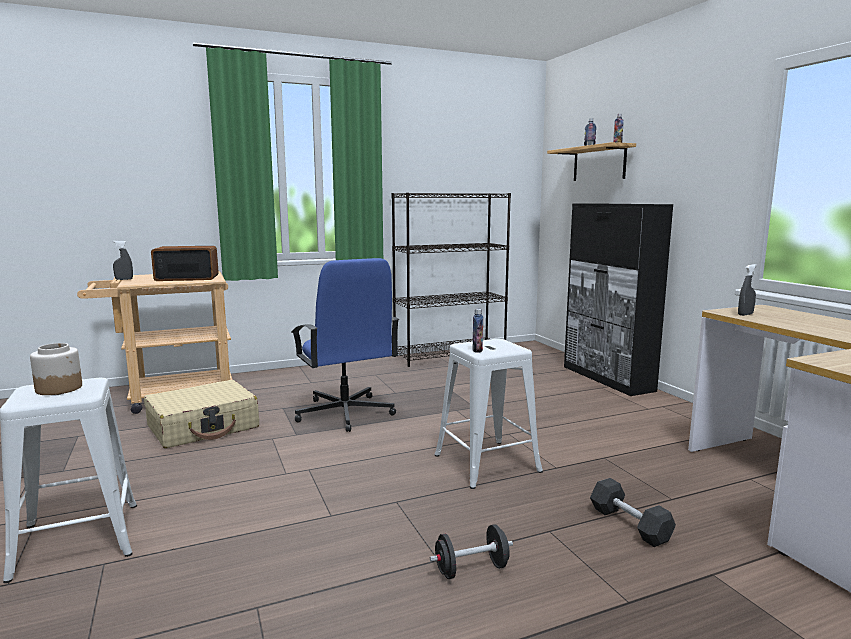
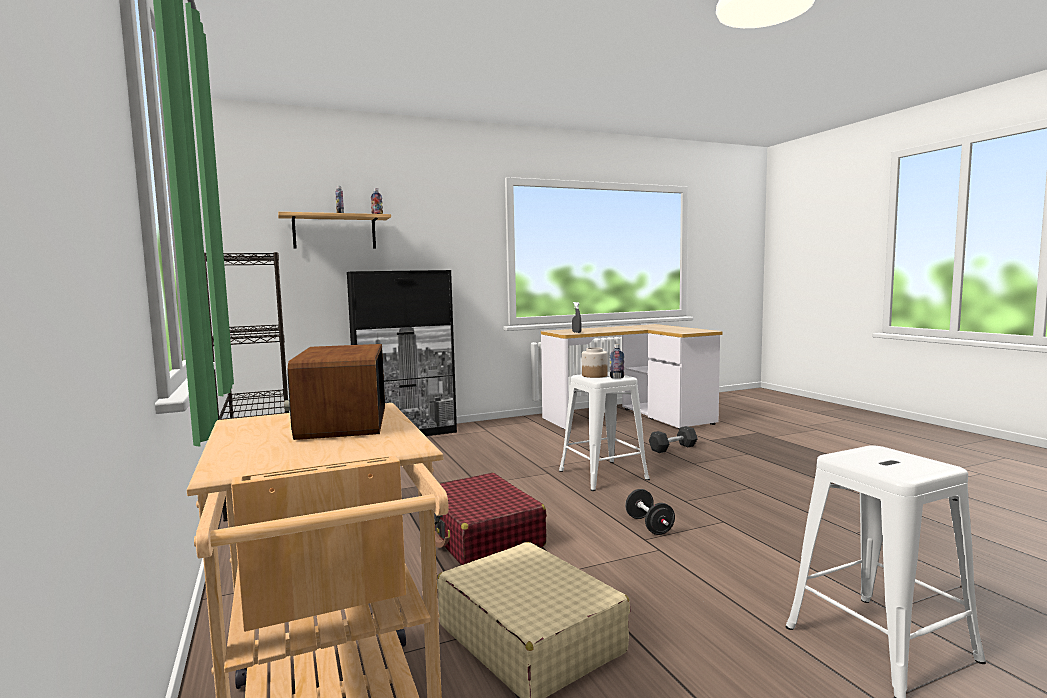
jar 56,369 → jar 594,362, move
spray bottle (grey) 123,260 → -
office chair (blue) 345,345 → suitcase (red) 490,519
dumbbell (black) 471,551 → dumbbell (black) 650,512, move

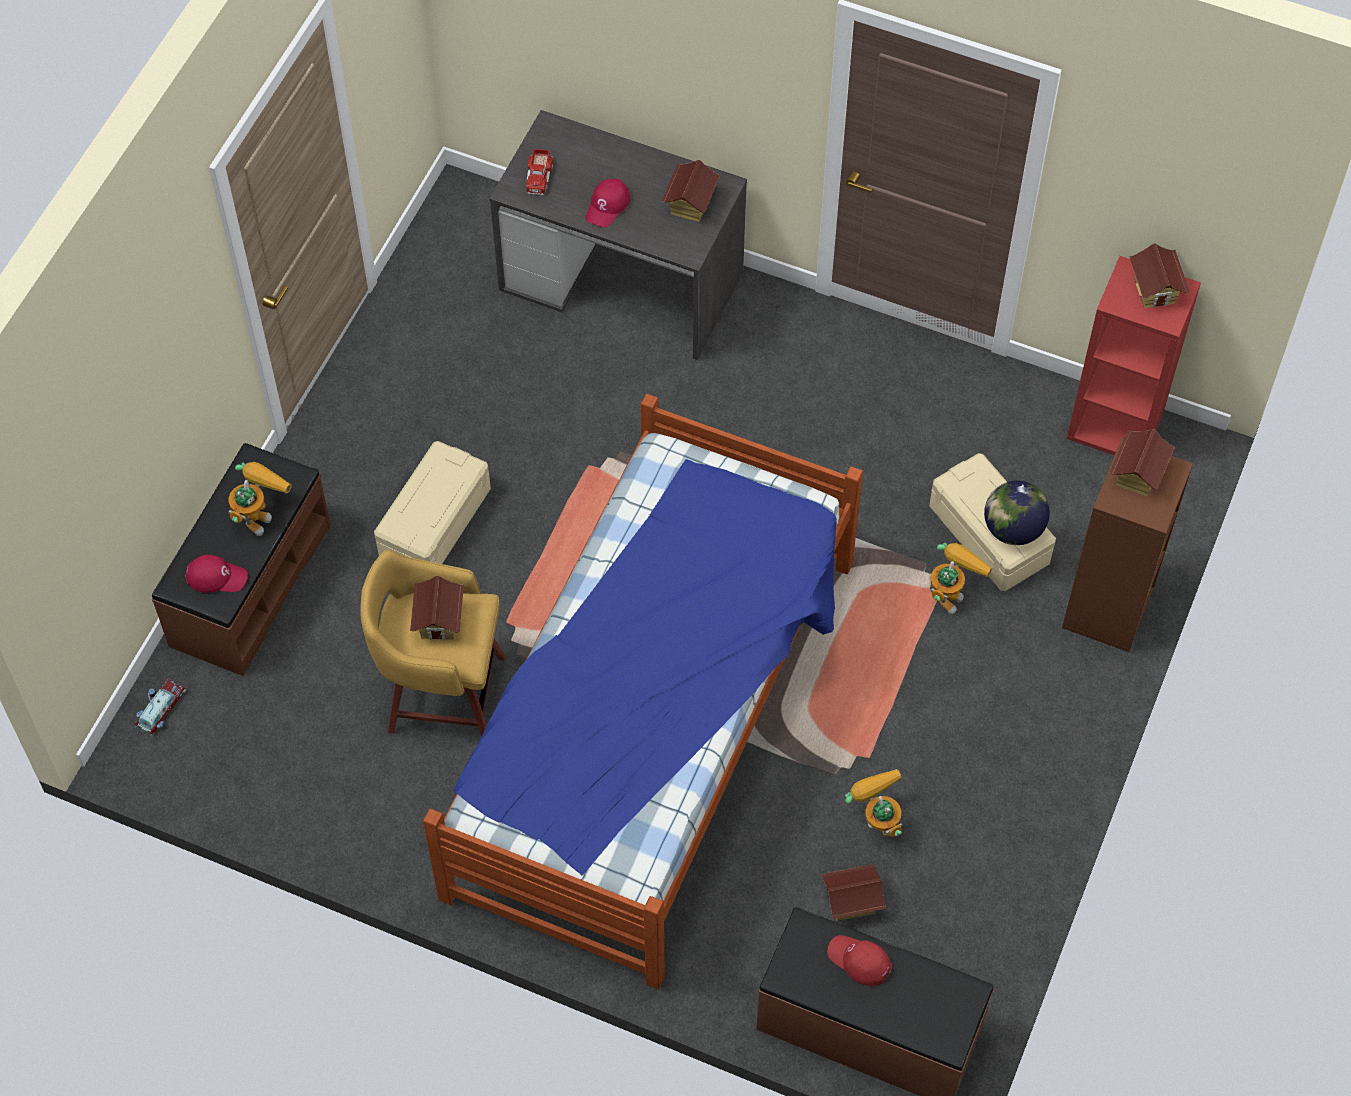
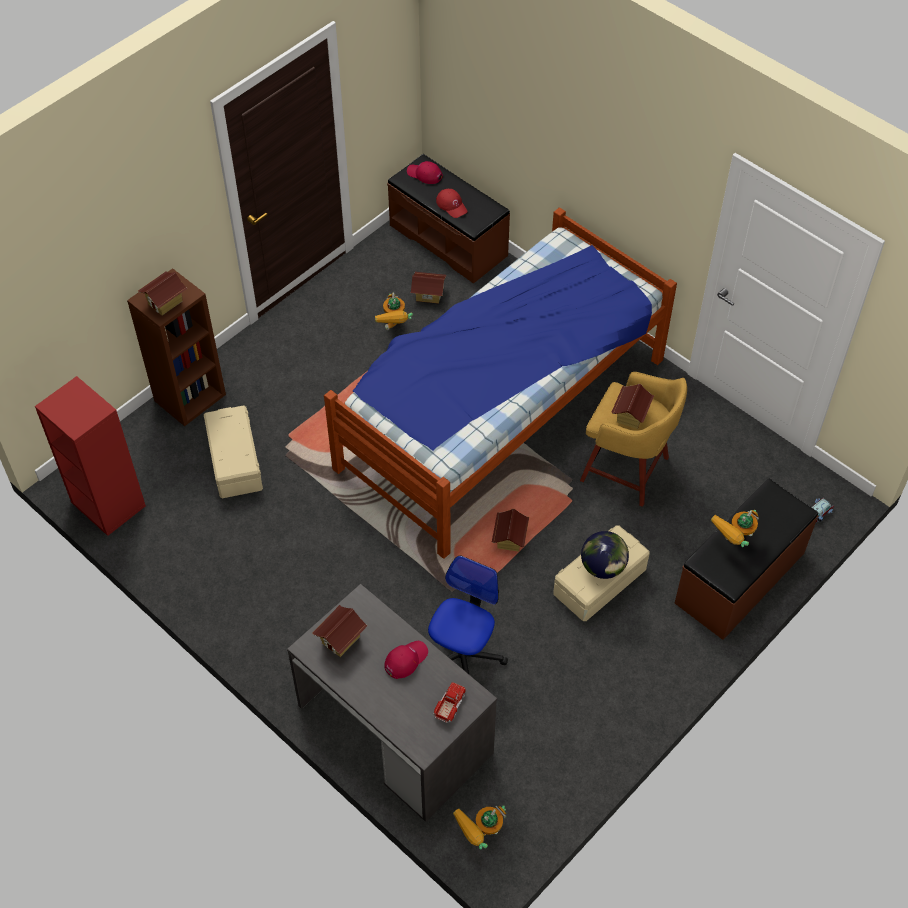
cap (red) 216,574 → cap (red) 425,172, move
toy robot 961,579 → toy robot 479,827, move
globe 1017,512 → globe 605,555, move
toy house 1159,275 → toy house 510,530, move
- → office chair 468,615

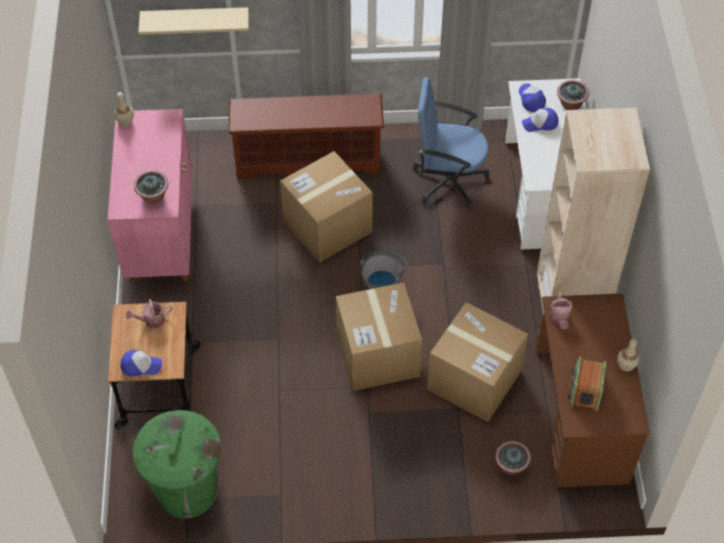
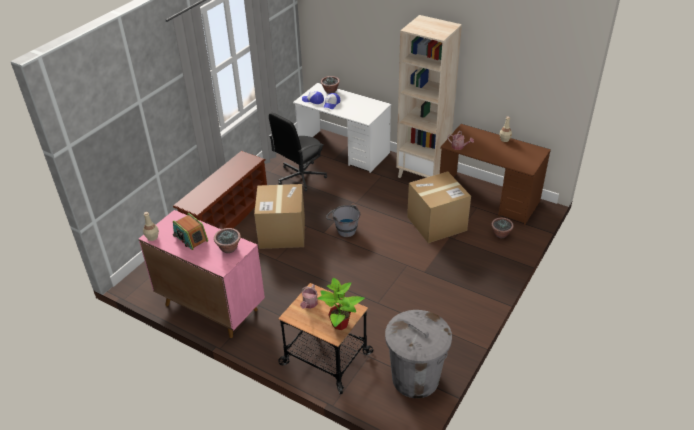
cap 141,363 → potted plant 341,303
trash can (green) 177,464 → trash can (grey) 418,354
shelf (beige) 194,21 → -
cardboard box 379,337 → -
office chair (blue) 451,143 → office chair (black) 298,152
radio 586,384 → radio 190,231, move

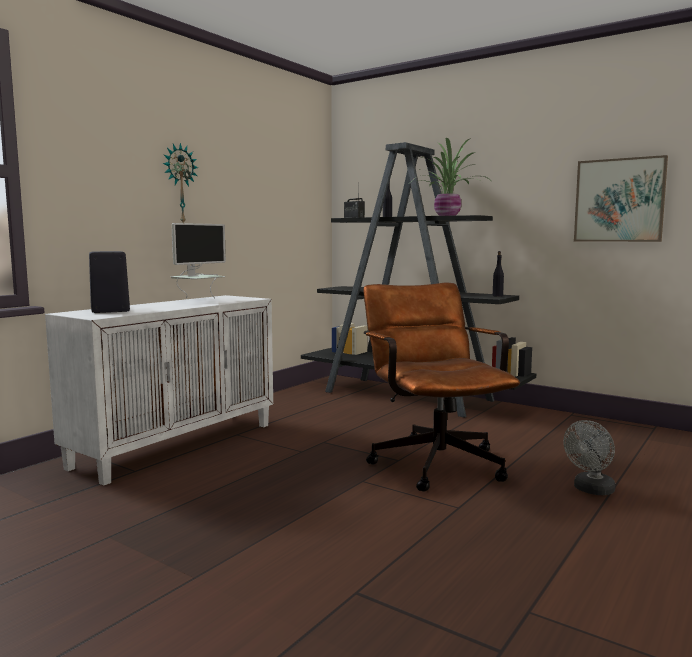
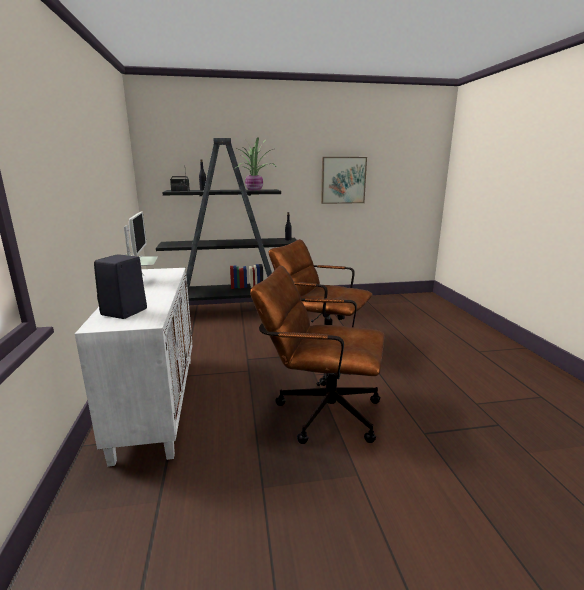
wall clock 180,183 → -
fan (grey) 589,457 → -
- → office chair (brown) 317,355

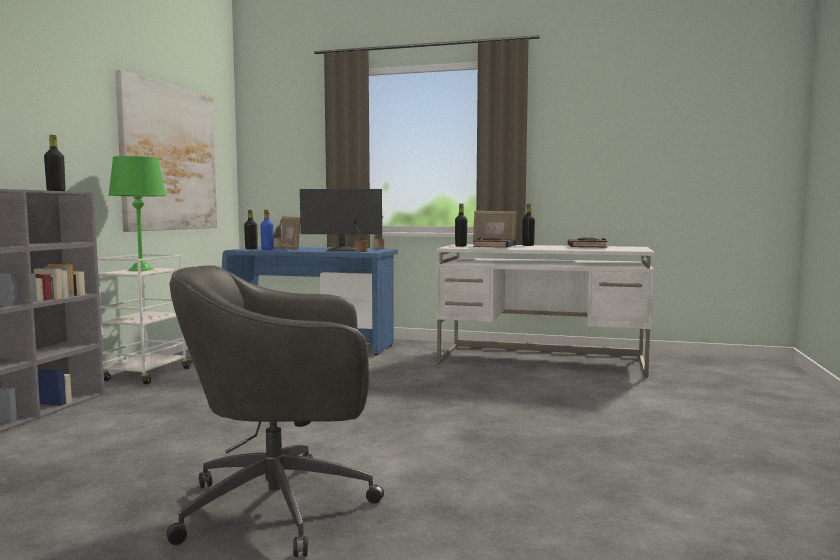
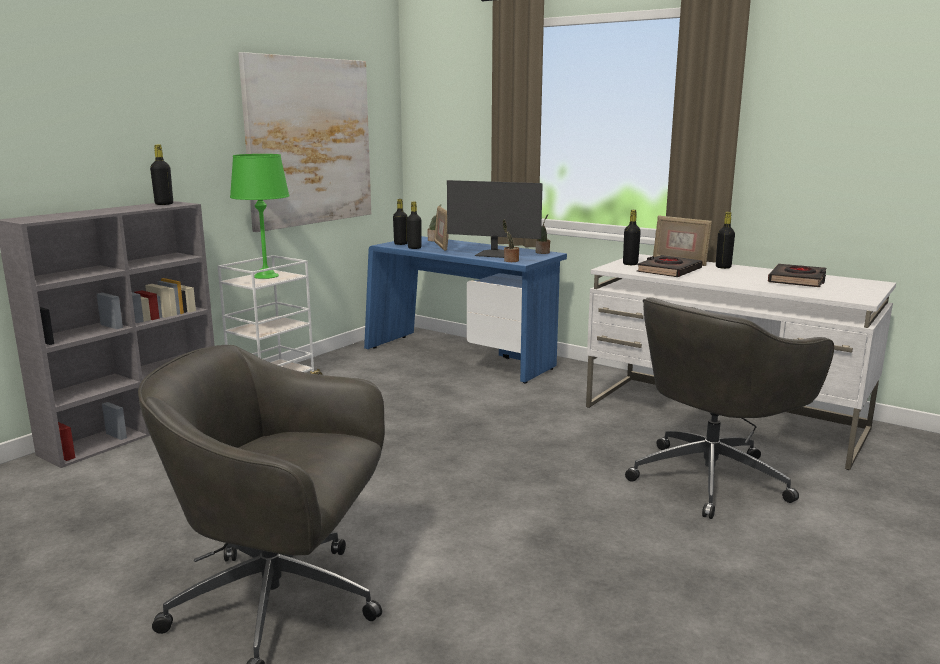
bottle (blue) 267,230 → bottle (black) 414,225
- → office chair (grey) 729,408

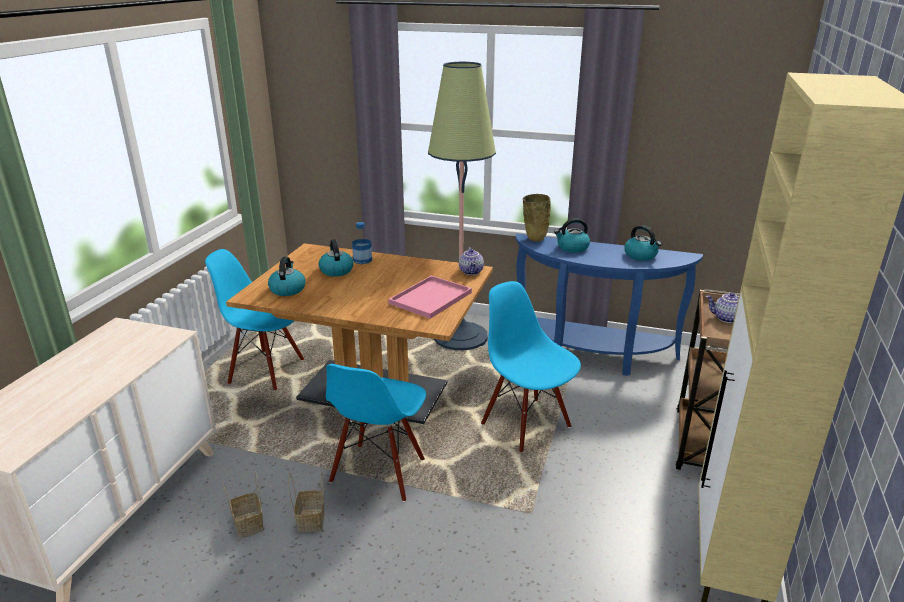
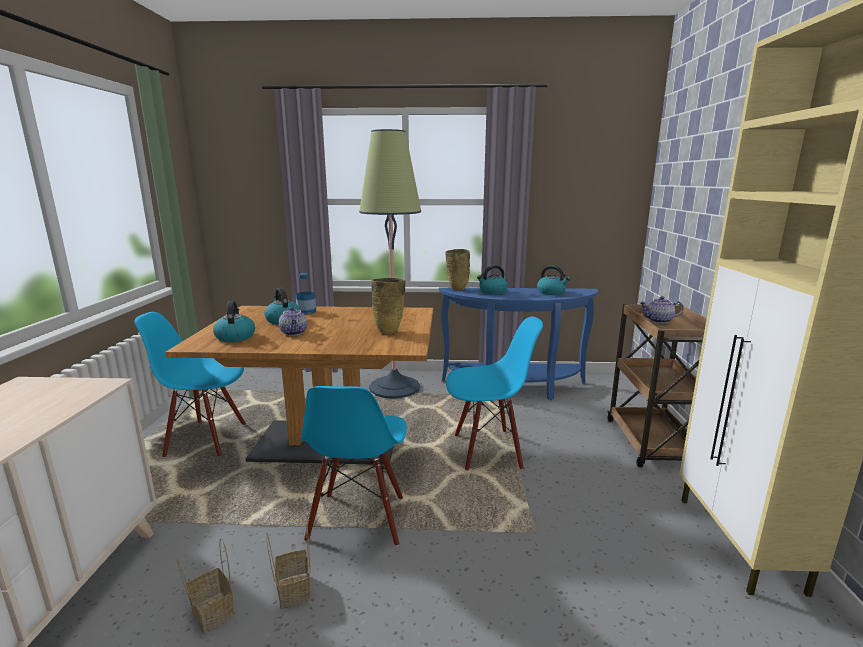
tray (pink) 430,297 → vase (beige) 388,306
teapot 471,261 → teapot 293,321, move
chair (blue) 531,366 → chair (blue) 494,393, 135 degrees clockwise

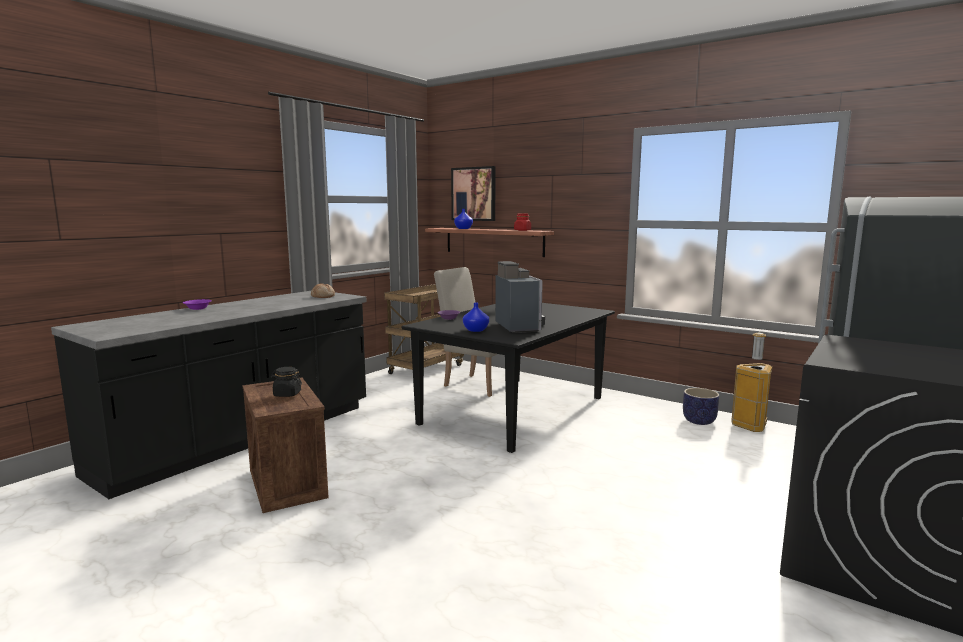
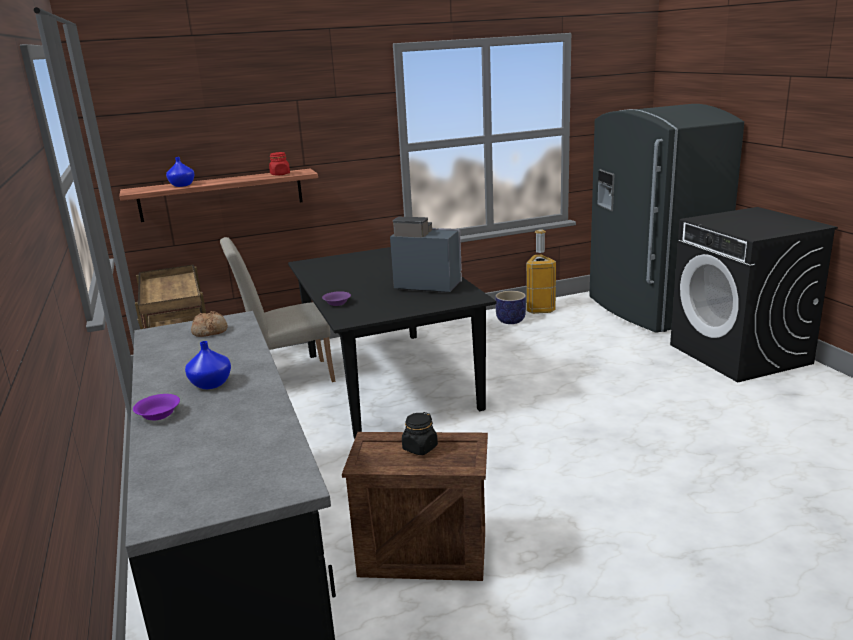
picture 473,193 → -
vase (blue) 476,317 → vase (blue) 208,365, move

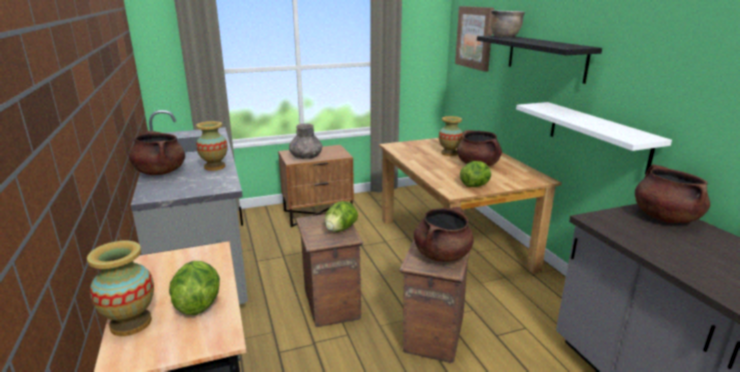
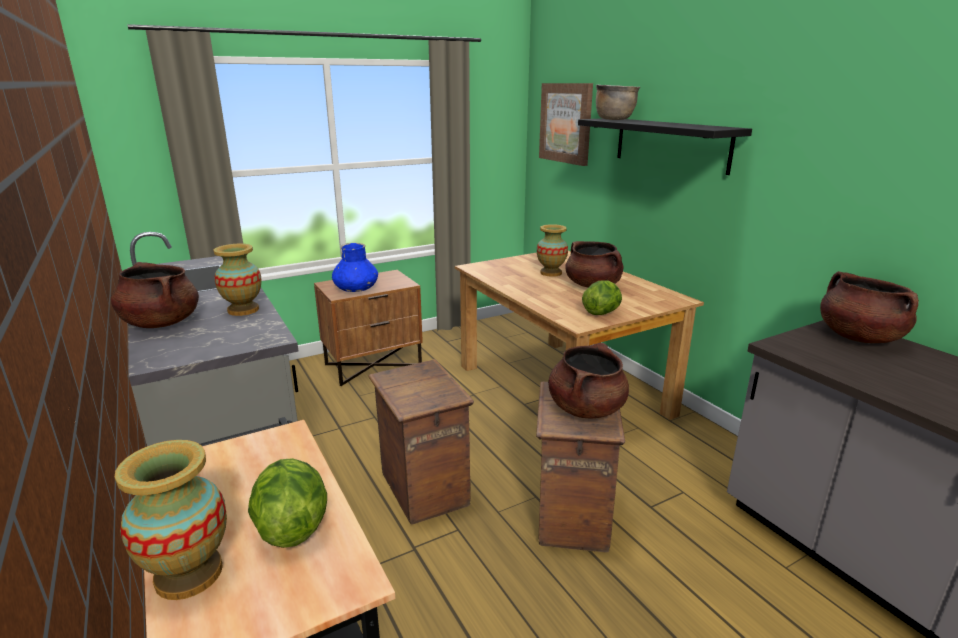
vase (grey) 305,141 → vase (blue) 355,267
lettuce 341,216 → -
shelf (white) 594,138 → -

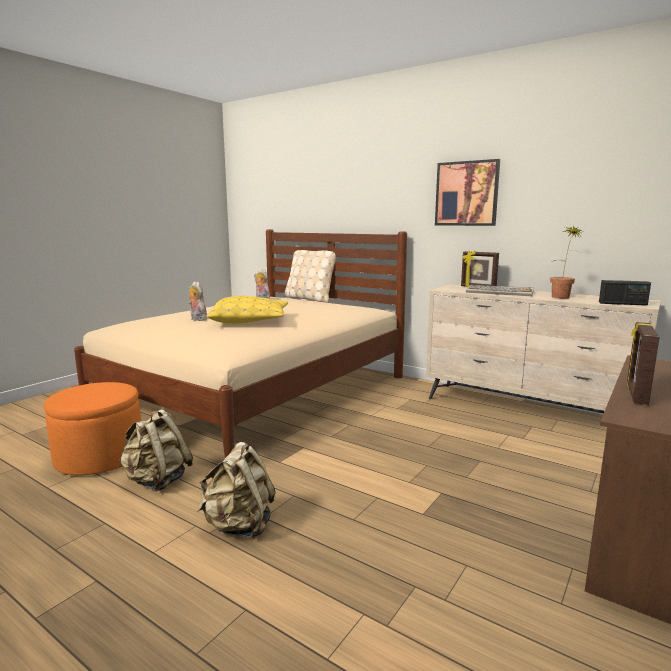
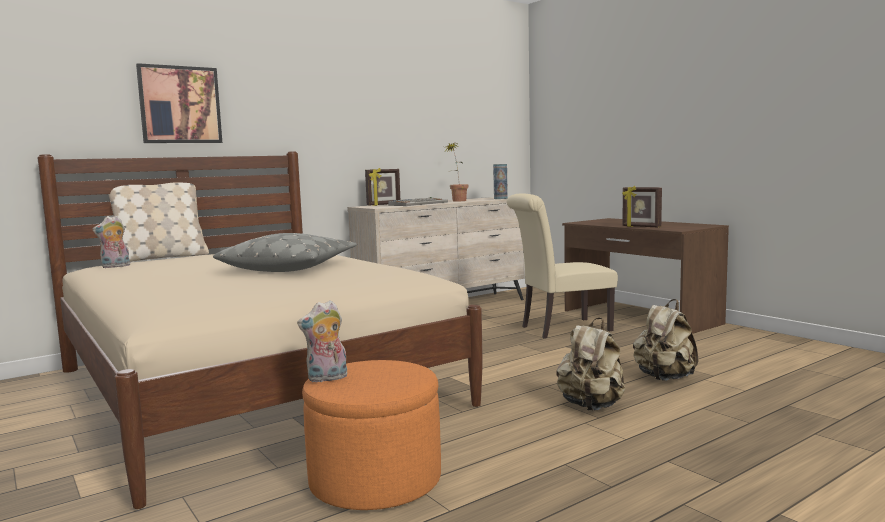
backpack (beige) 156,450 → backpack (beige) 665,340, move
plush toy 198,301 → plush toy 322,341, move
pillow (yellow) 247,310 → pillow (grey) 285,252
picture 467,192 → picture 179,103, move
radio 625,293 → vase 500,181
- → chair (beige) 562,265

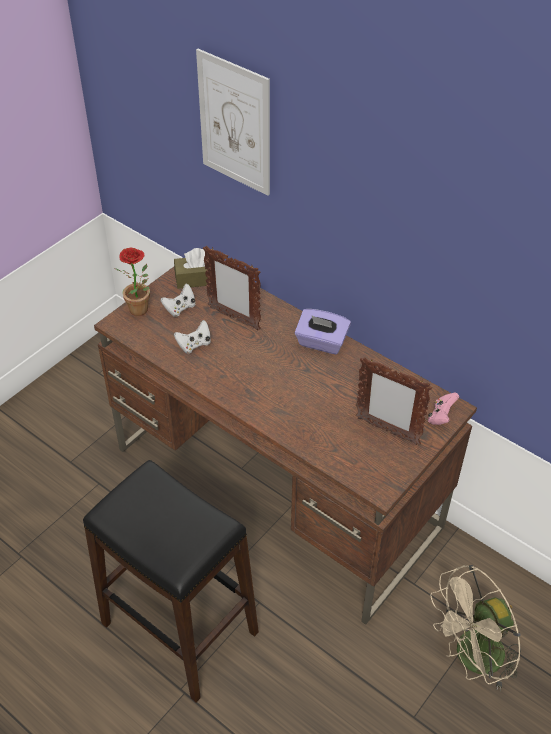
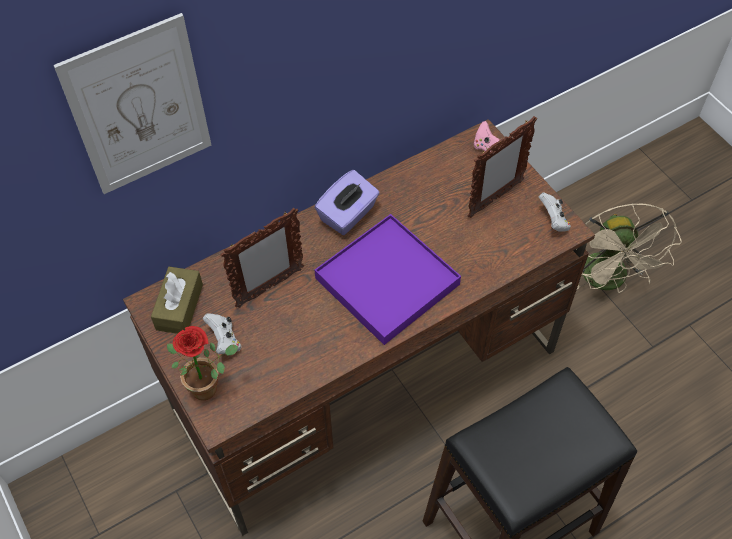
game controller (white) 192,336 → game controller (white) 555,212, move
- → tray (purple) 388,279

